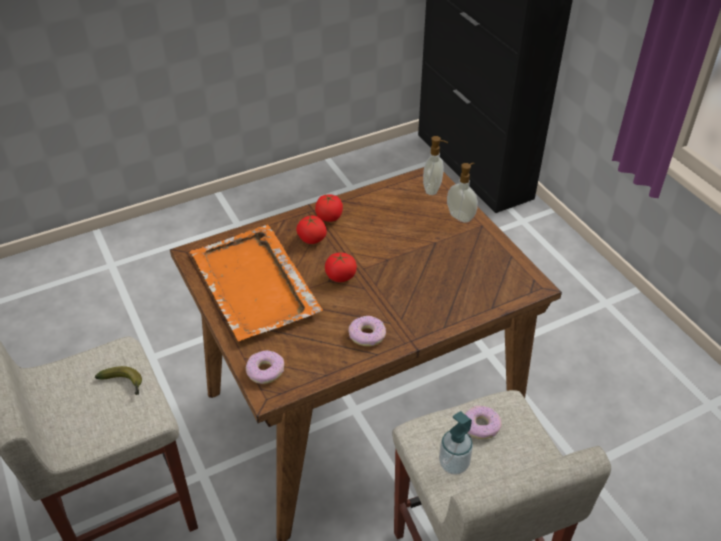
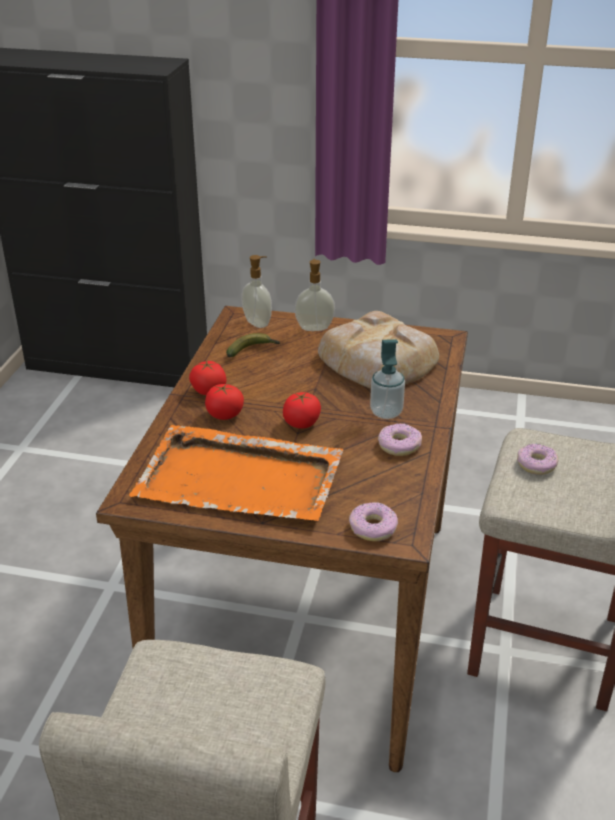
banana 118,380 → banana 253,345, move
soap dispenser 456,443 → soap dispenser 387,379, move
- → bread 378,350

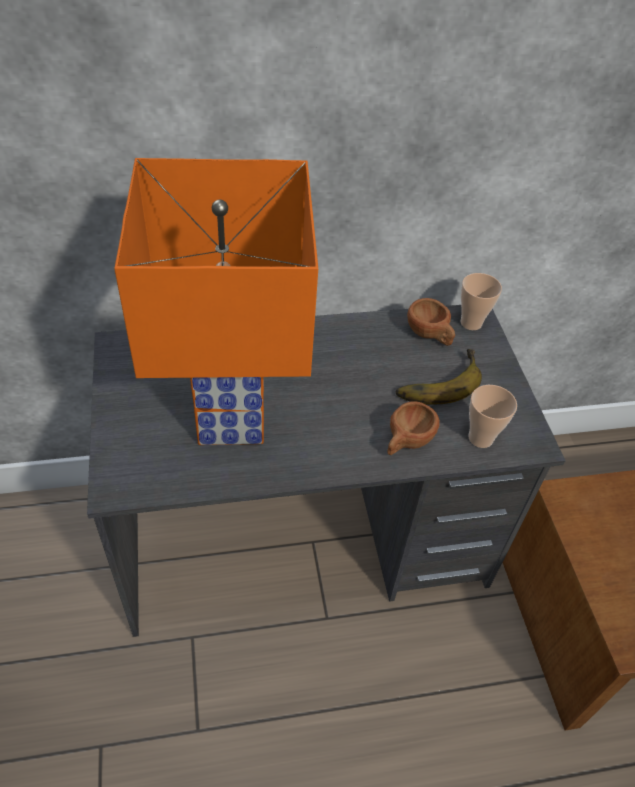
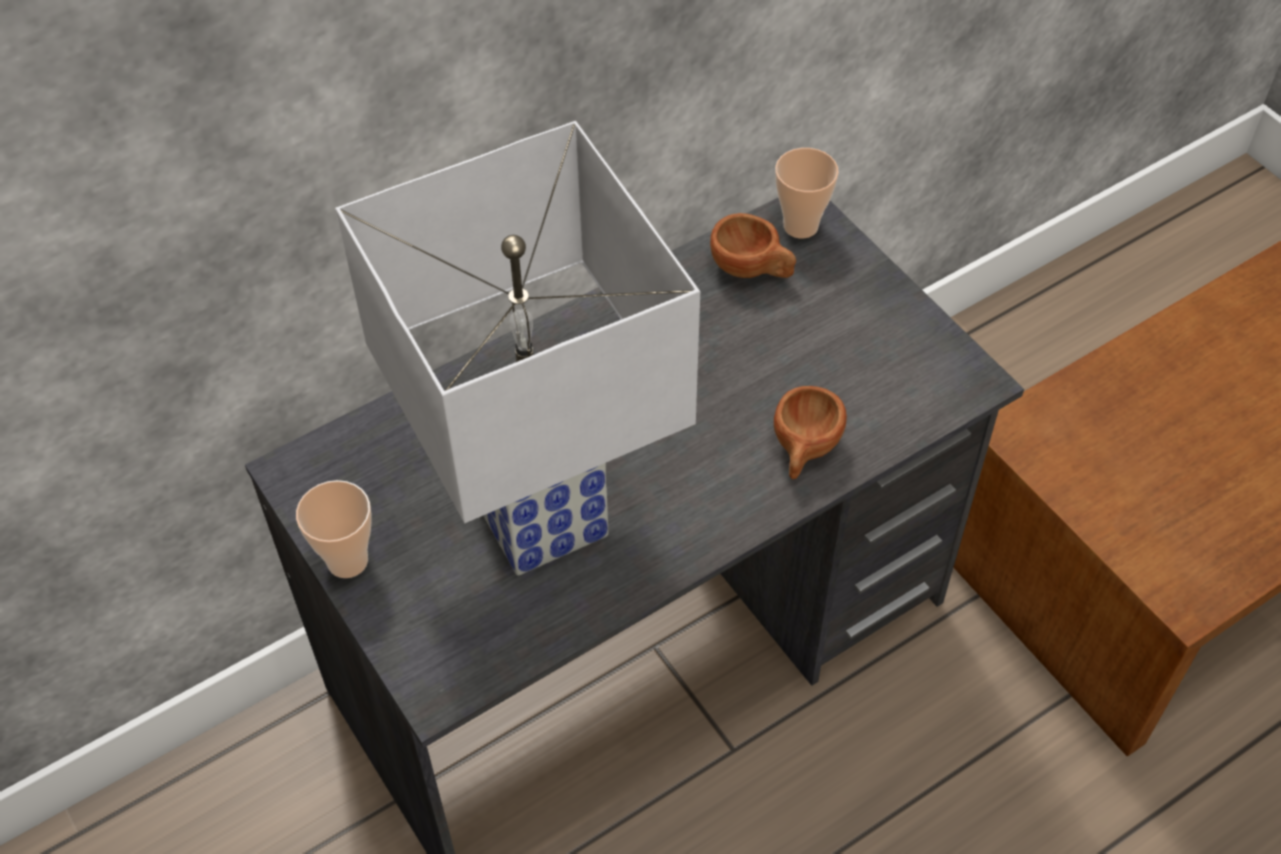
table lamp (orange) 216,301 → table lamp (white) 517,348
banana 439,377 → -
cup 492,416 → cup 334,529, move

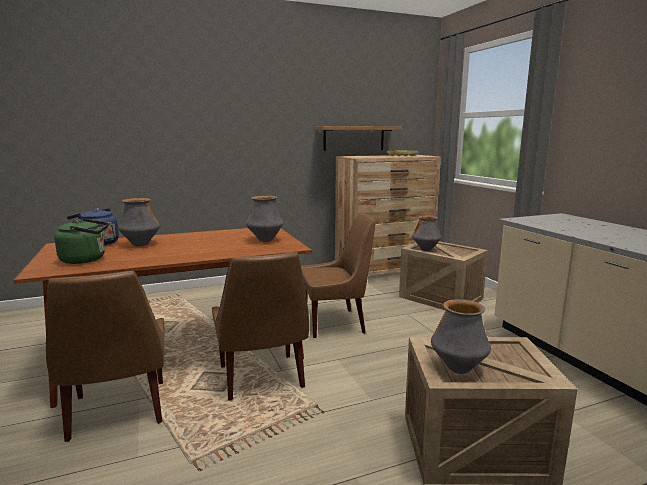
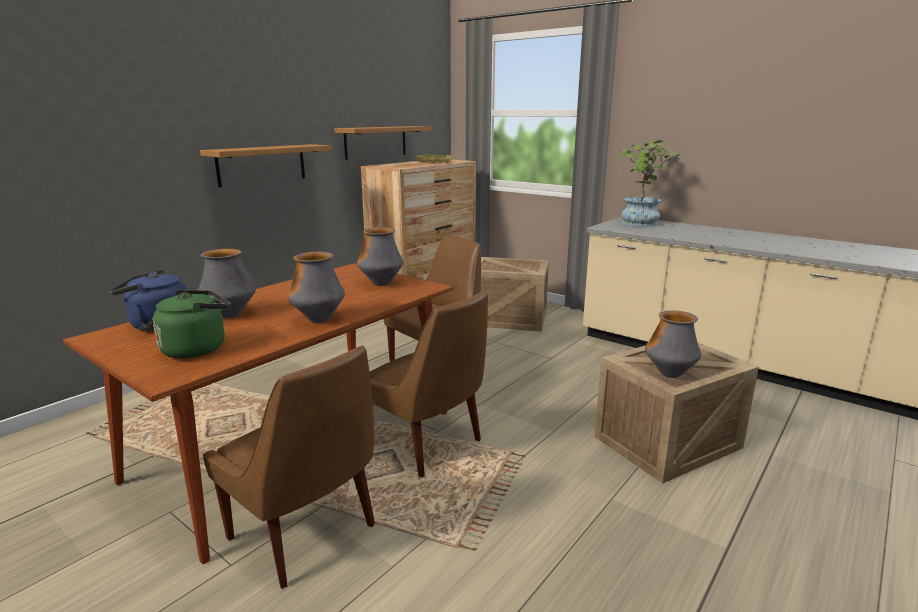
vase 426,233 → vase 316,287, move
- → shelf 266,165
- → potted plant 651,183

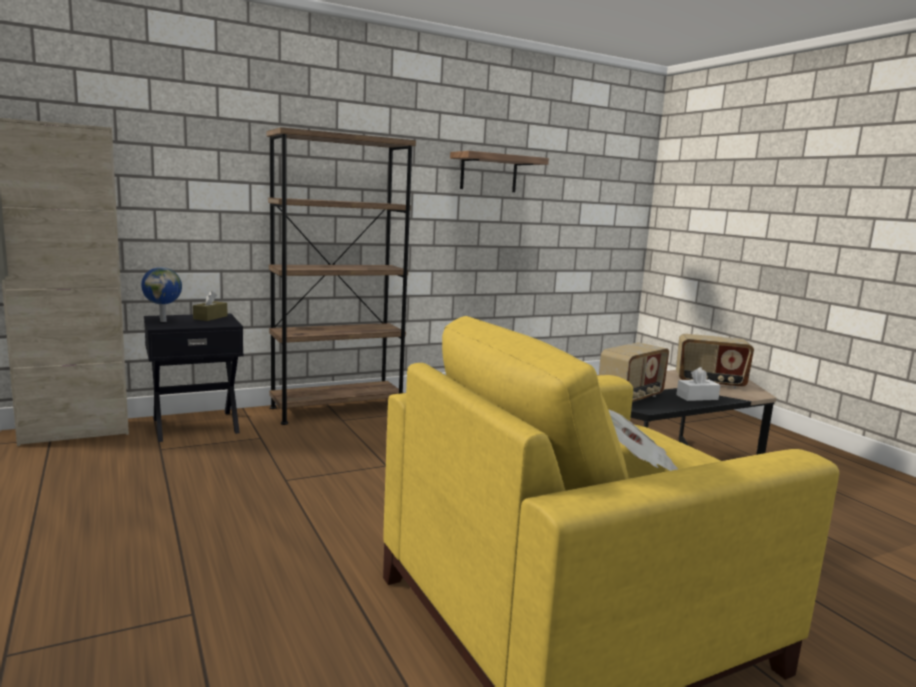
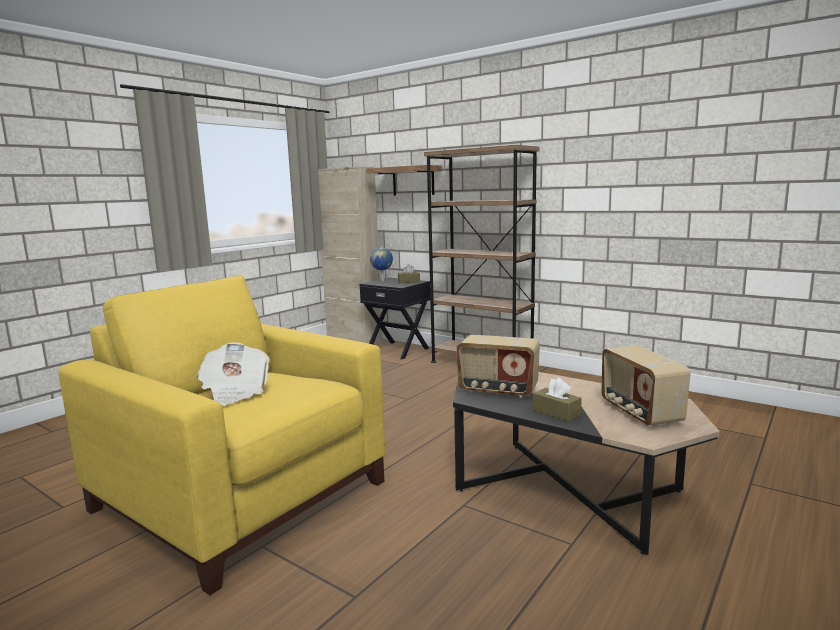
shelf 499,171 → shelf 404,180, move
tissue box (white) 698,384 → tissue box (brown) 557,400

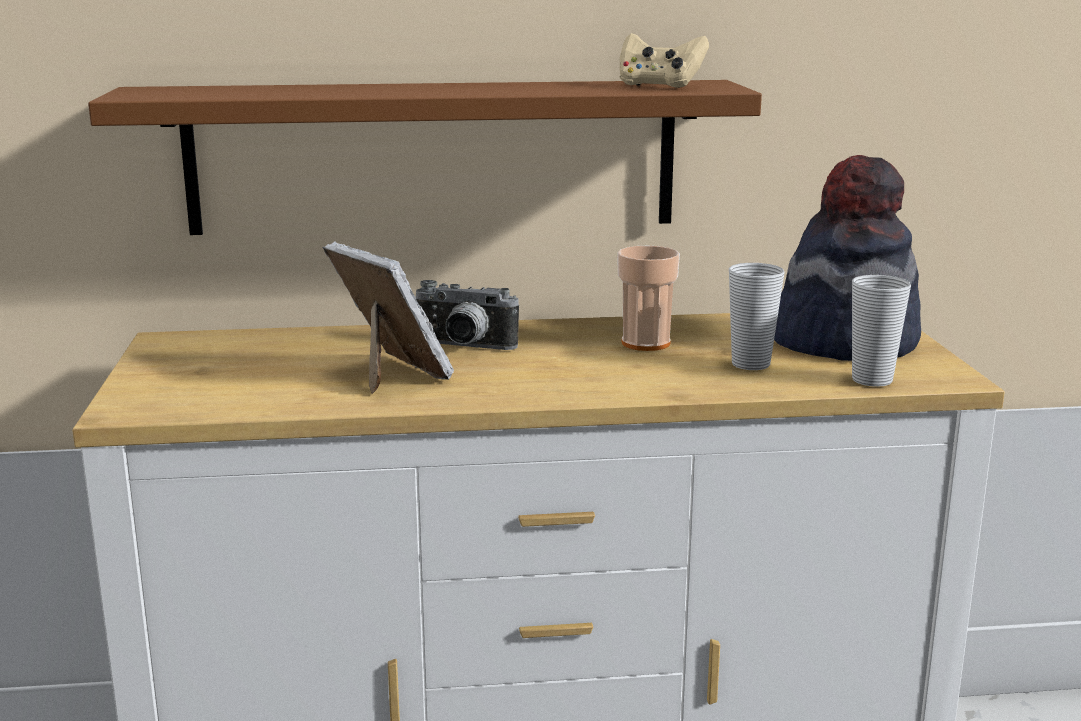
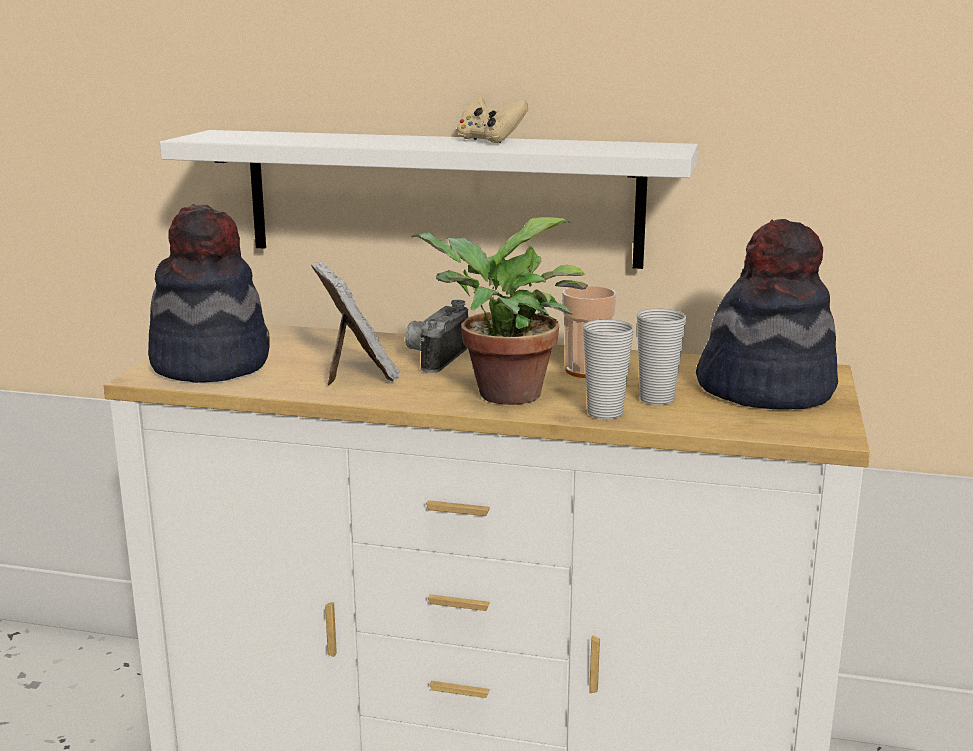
shelf (brown) 425,157 → shelf (white) 429,199
photo camera 467,315 → photo camera 436,336, 75 degrees clockwise
game controller (beige) 664,60 → game controller (beige) 492,119, move
cup 881,331 → cup 608,369, move
- → hat 209,293
- → potted plant 500,311

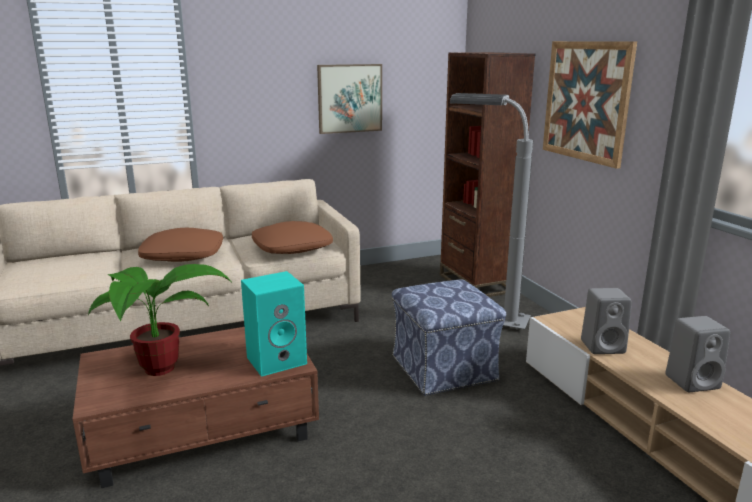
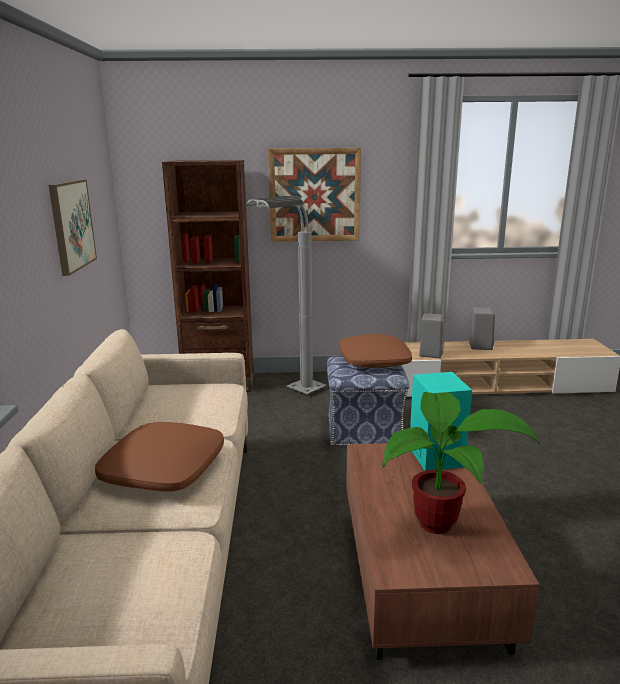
pillow (brown) 292,237 → pillow (brown) 375,351, move

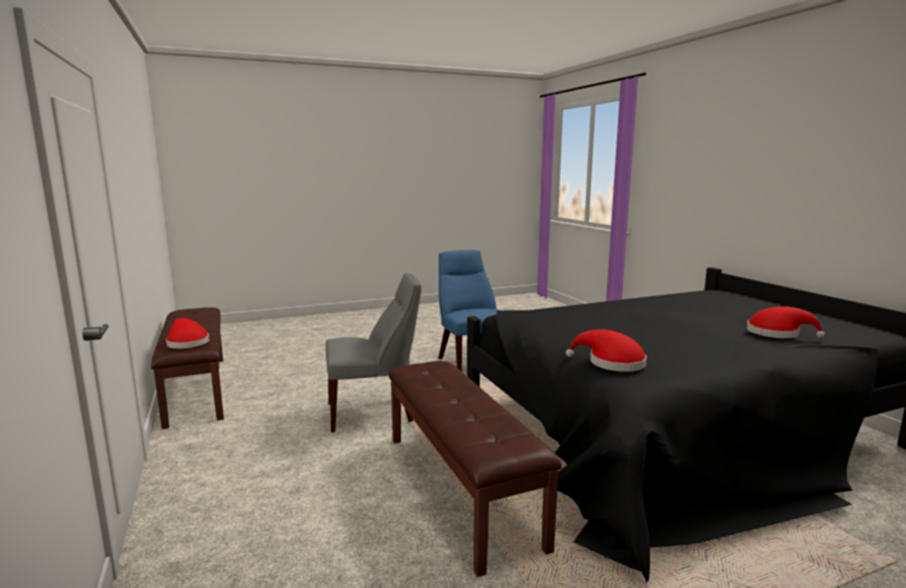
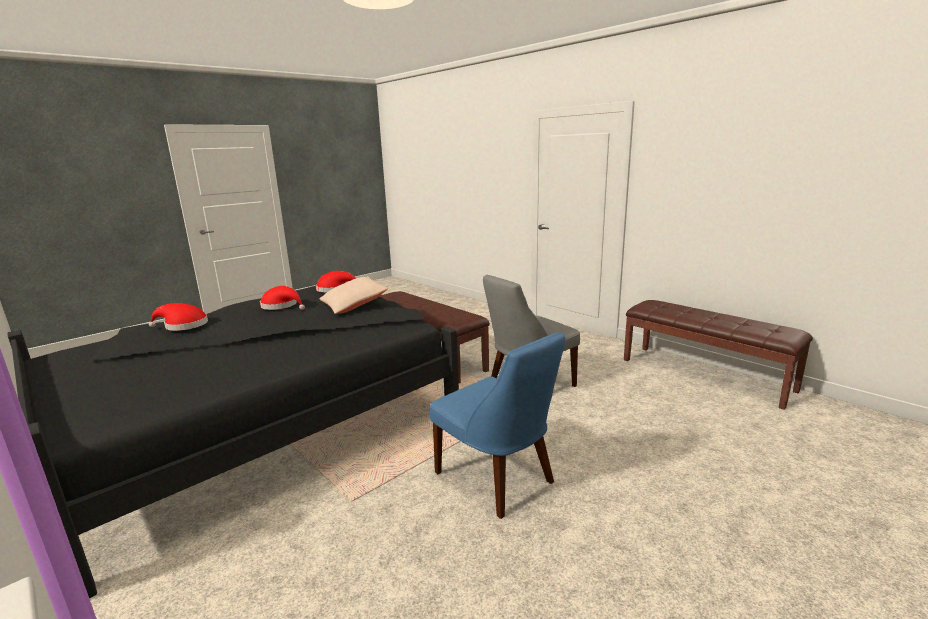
hat (red) 187,333 → hat (red) 282,298, move
- → pillow (beige) 354,295

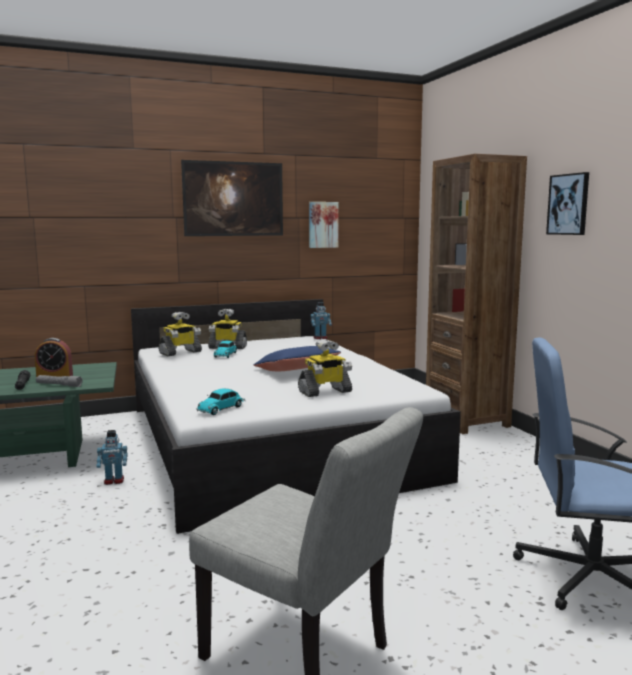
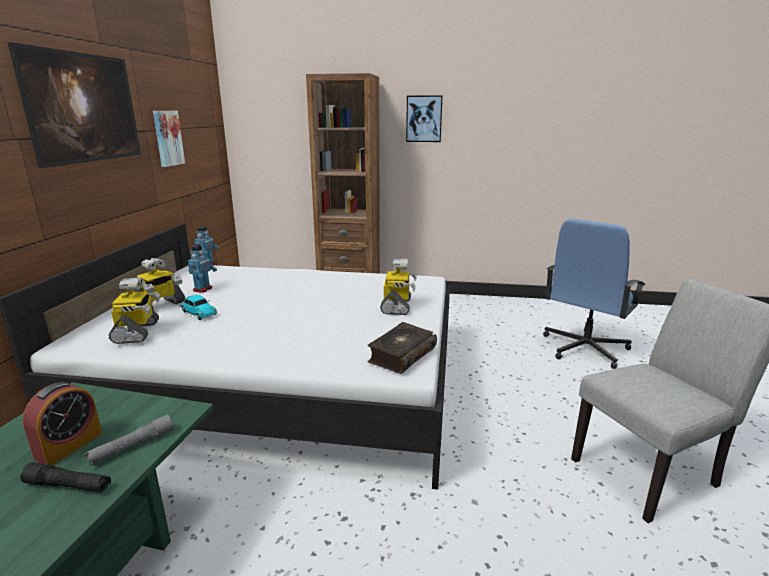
toy robot 112,457 → toy robot 202,269, move
toy car 221,401 → book 402,348
pillow (blue) 297,358 → -

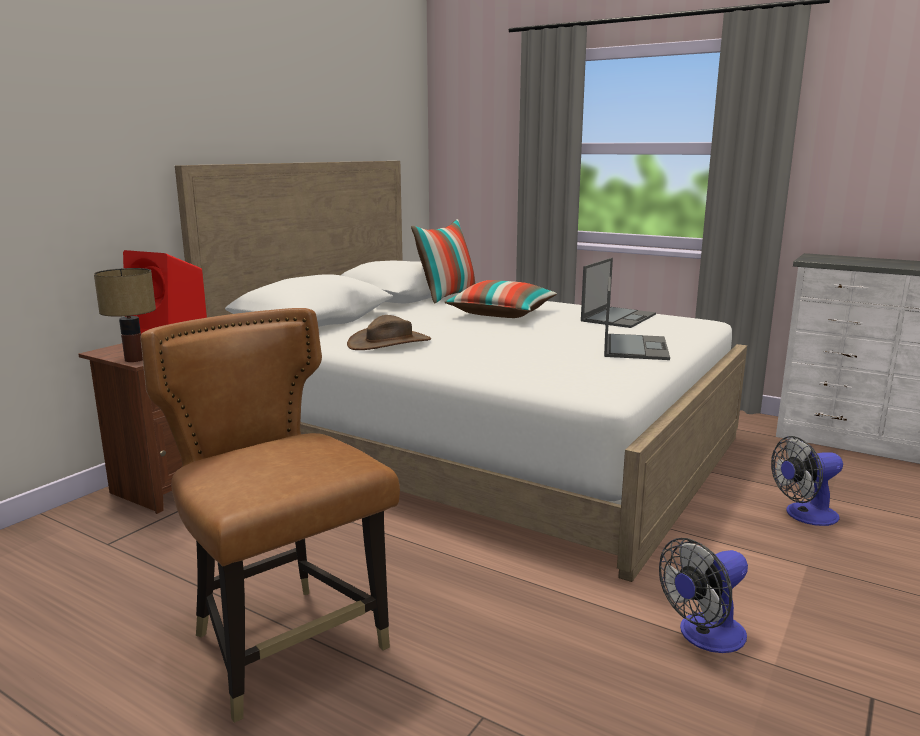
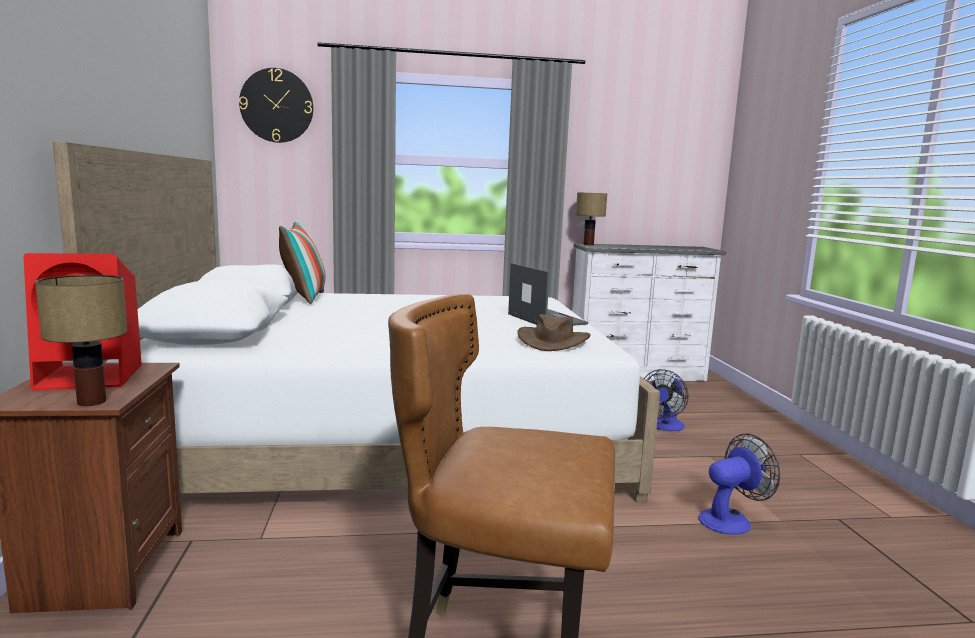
hat (brown) 389,332 → hat (brown) 554,332, move
pillow 501,299 → -
laptop 618,293 → -
fan 703,595 → fan 739,484, 135 degrees counterclockwise
- → wall clock 276,105
- → table lamp 591,218

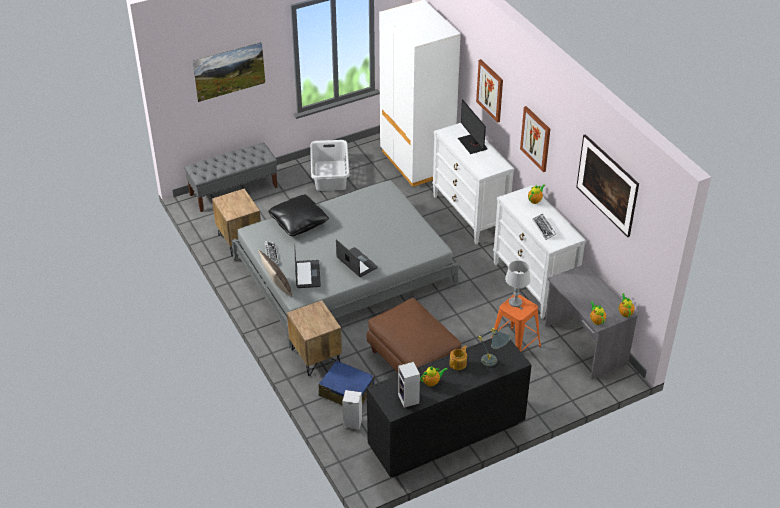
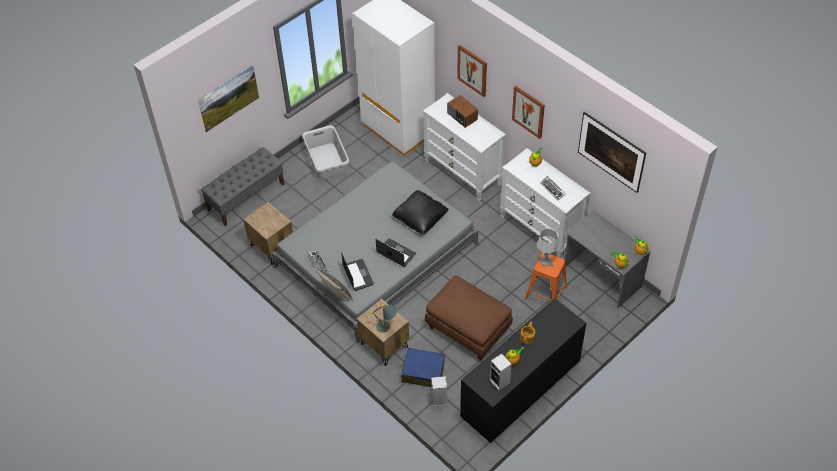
pillow (black) 298,215 → pillow (black) 420,212, move
monitor 473,126 → radio 462,111
table lamp (grey) 494,347 → table lamp (grey) 384,318, move

